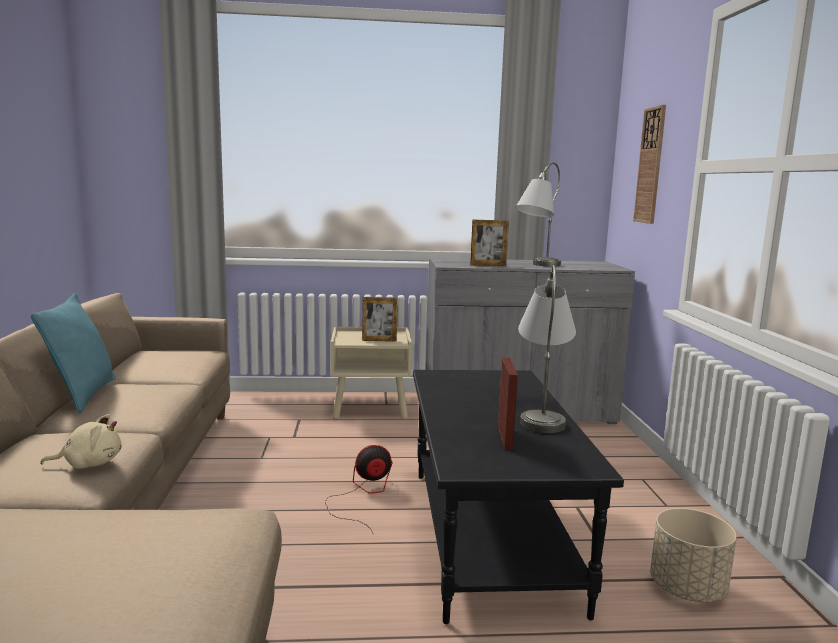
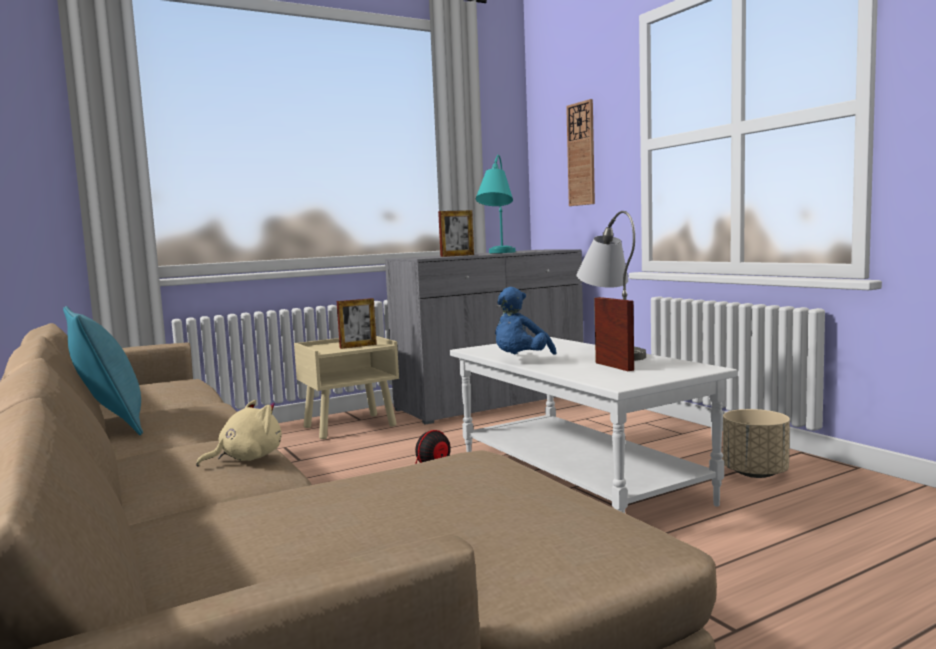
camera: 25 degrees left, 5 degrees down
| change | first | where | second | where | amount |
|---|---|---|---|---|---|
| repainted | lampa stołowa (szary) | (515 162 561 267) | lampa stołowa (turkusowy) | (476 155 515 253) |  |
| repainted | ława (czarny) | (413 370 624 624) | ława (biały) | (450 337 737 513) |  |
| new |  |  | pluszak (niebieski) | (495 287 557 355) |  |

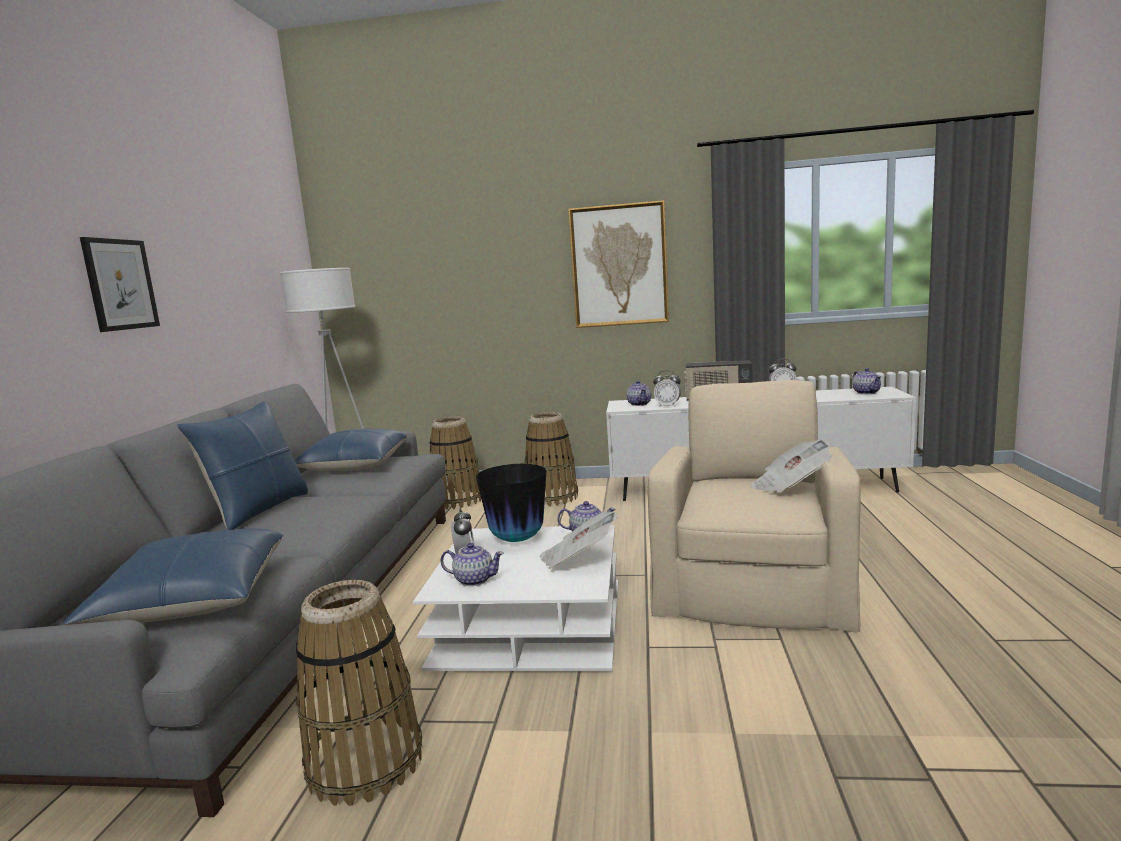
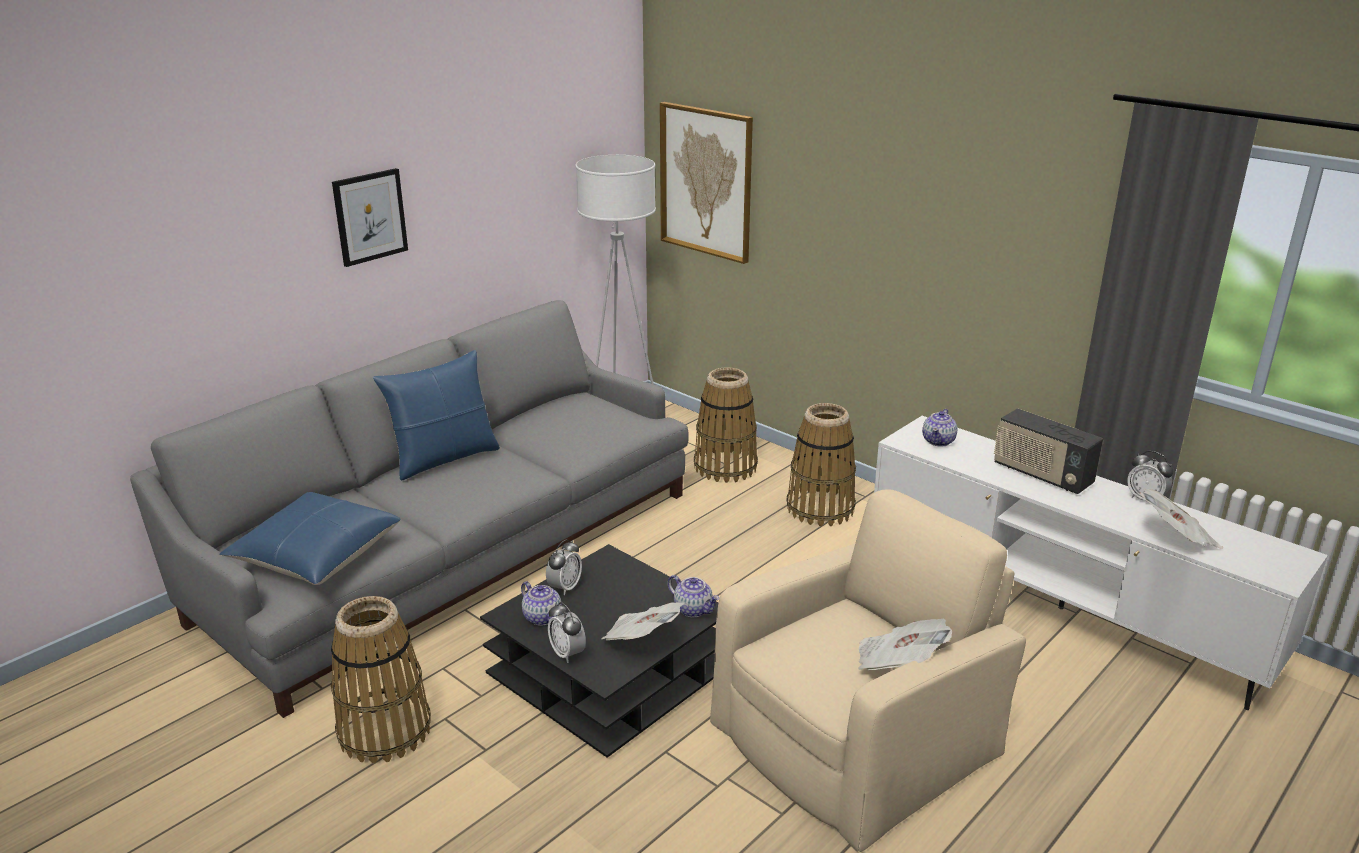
camera: 35 degrees right, 15 degrees up
| change | first | where | second | where | amount |
|---|---|---|---|---|---|
| shifted | obraz | (568 200 669 328) |  | (660 102 753 264) |  |
| gone | imbryk | (853 368 881 394) |  |  |  |
| shifted | budzik | (653 370 681 407) |  | (548 602 586 663) |  |
| gone | poduszka (niebieski) | (295 429 407 471) |  |  |  |
| gone | wazon | (476 464 546 542) |  |  |  |
| repainted | ława (biały) | (413 525 618 671) | ława (czarny) | (480 544 719 758) |  |
| new |  |  | gazeta | (1140 489 1223 549) |  |

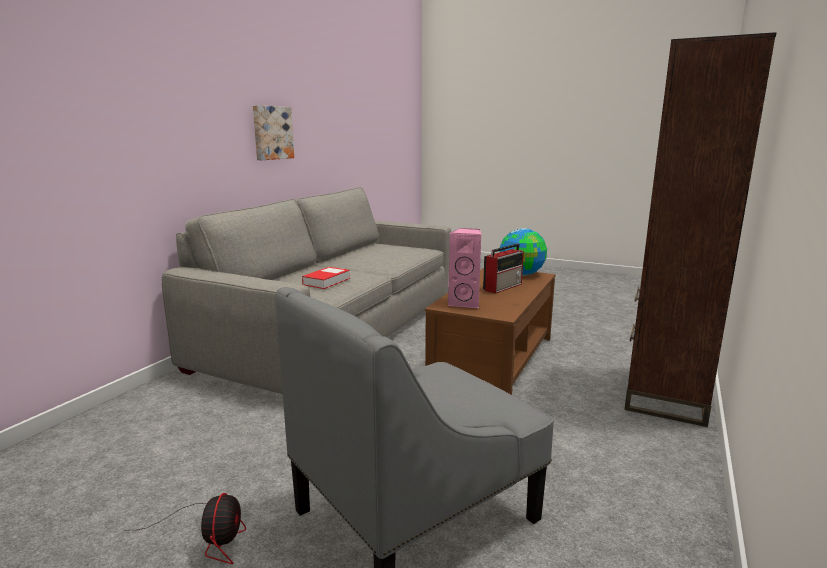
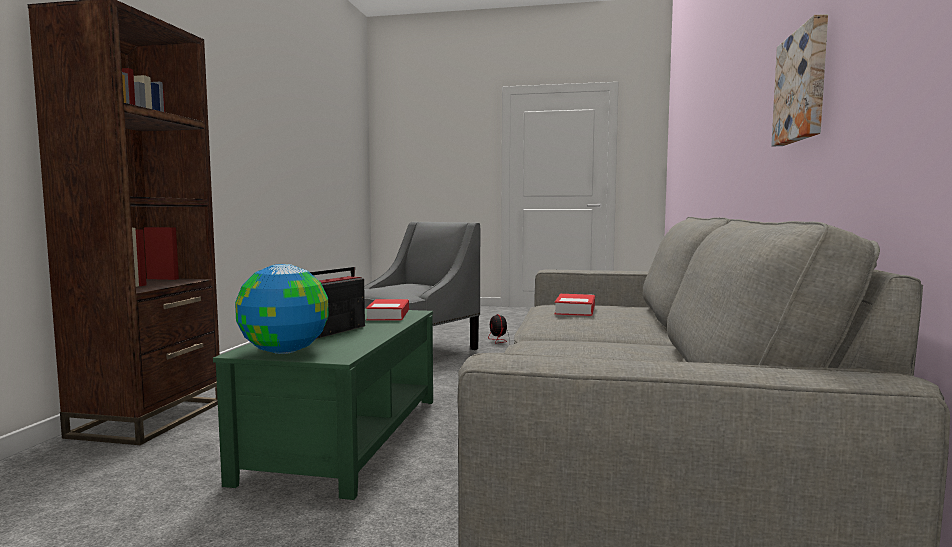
camera: 165 degrees right, 10 degrees down
| change | first | where | second | where | amount |
|---|---|---|---|---|---|
| swapped | głośnik (różowy) | (448 228 482 308) | książka | (366 299 409 320) |  |
| repainted | ława (brązowy) | (425 268 556 395) | ława (zielony) | (213 309 433 500) |  |

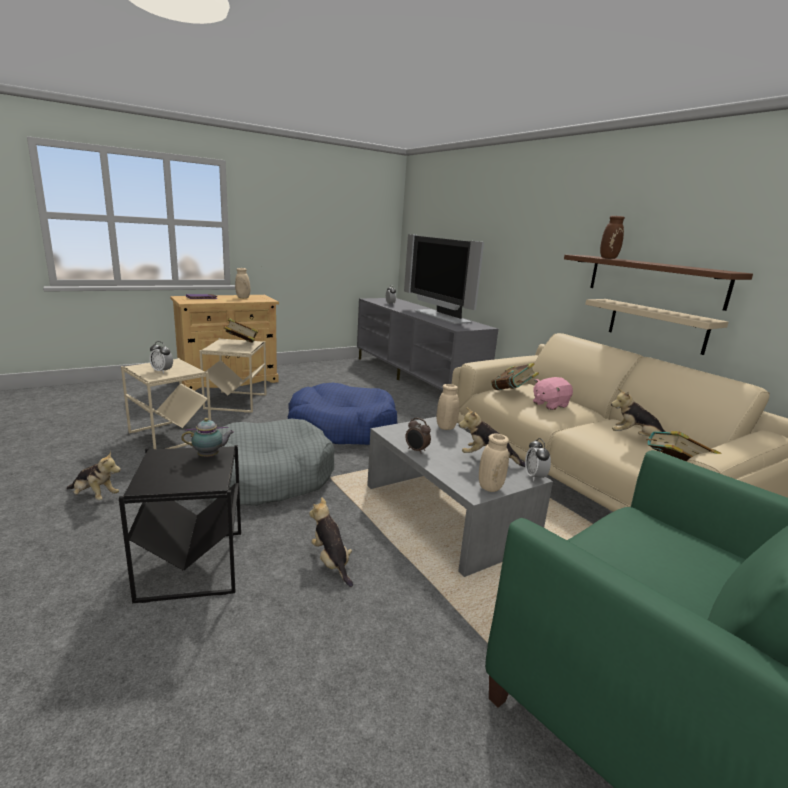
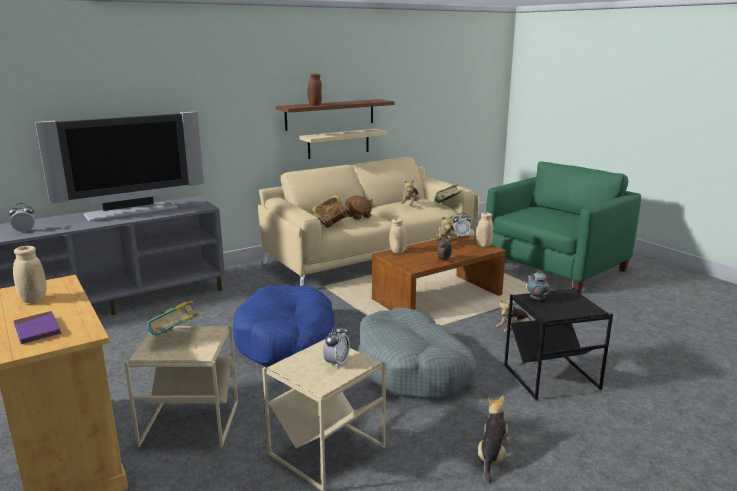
camera: 90 degrees left, 0 degrees up
| change | first | where | second | where | amount |
|---|---|---|---|---|---|
| repainted | pluszak (różowy) | (533 377 573 410) | pluszak (brązowy) | (345 195 373 220) |  |
| repainted | ława (szary) | (367 417 553 577) | ława (brązowy) | (372 235 506 310) |  |

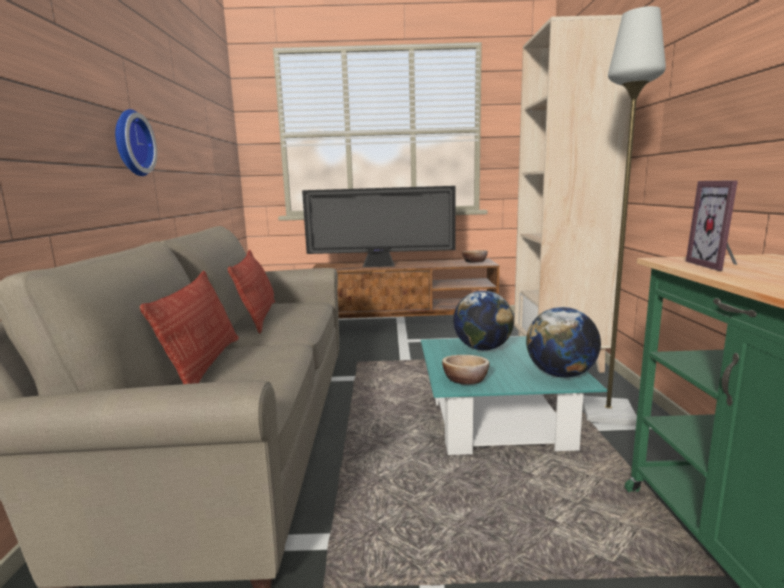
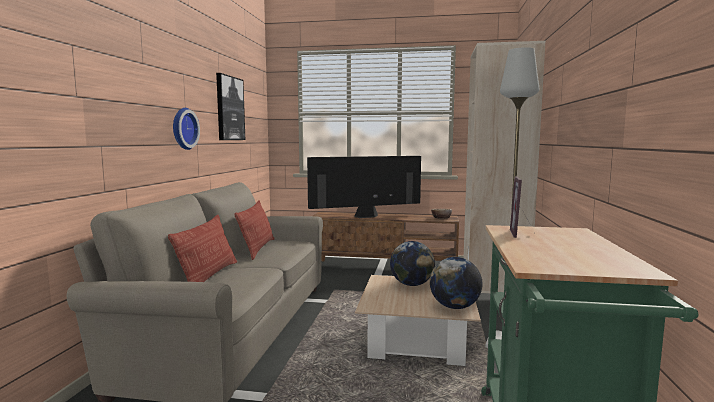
camera: 10 degrees right, 5 degrees down
| change | first | where | second | where | amount |
|---|---|---|---|---|---|
| rotated | telewizor | (302 186 455 267) |  | (307 156 421 218) | 150 degrees clockwise |
| repainted | ława (turkusowy) | (421 336 607 455) | ława (beżowy) | (355 275 481 366) |  |
| gone | miska | (442 355 490 385) |  |  |  |
| new |  |  | obraz | (216 73 245 140) |  |

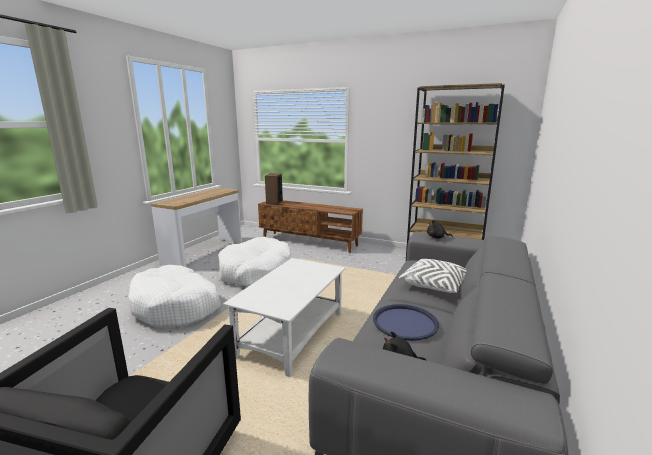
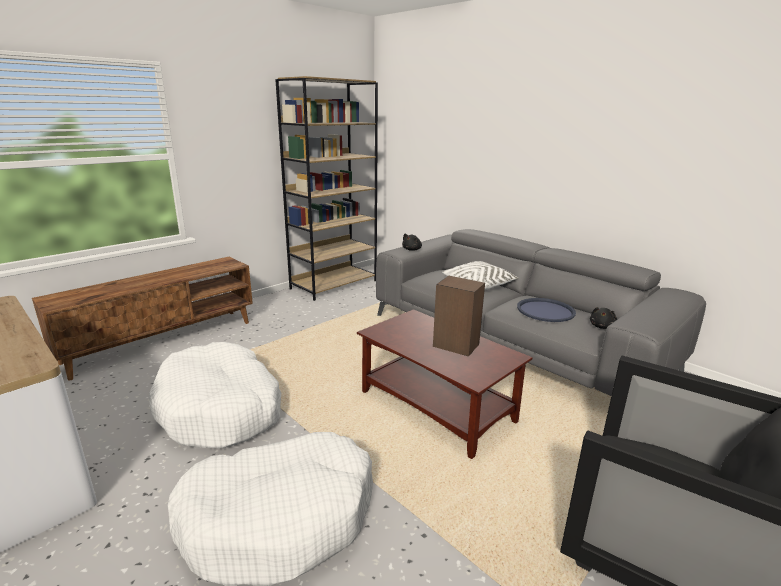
camera: 70 degrees left, 5 degrees up
| change | first | where | second | where | amount |
|---|---|---|---|---|---|
| shifted | głośnik | (265 174 283 205) |  | (433 276 485 357) |  |
| repainted | ława (biały) | (223 258 345 377) | ława (brązowy) | (357 309 533 459) |  |

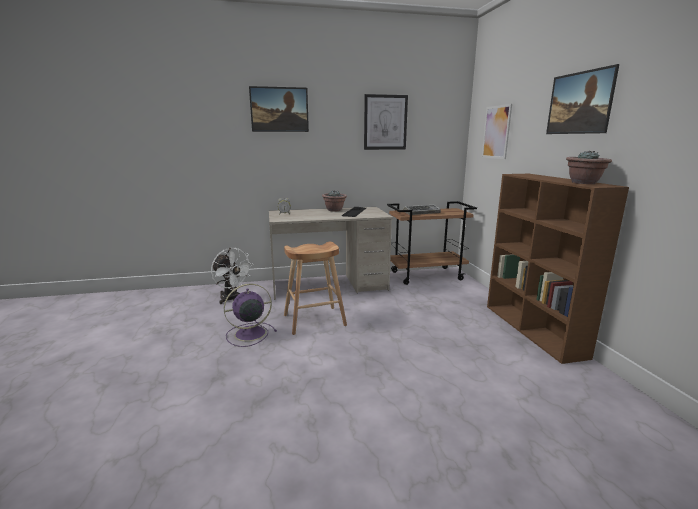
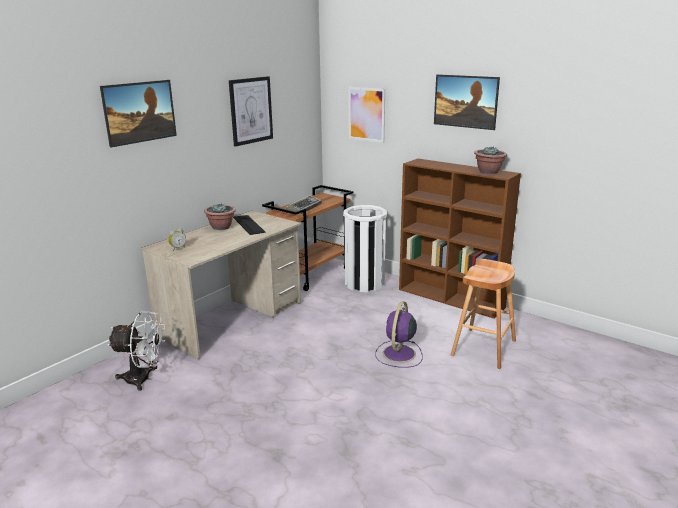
camera: 40 degrees left, 5 degrees up
| change | first | where | second | where | amount |
|---|---|---|---|---|---|
| shifted | stołek (brązowy) | (284 242 347 335) |  | (451 259 516 369) |  |
| shifted | wentylator (fioletowy) | (224 284 277 347) |  | (375 301 423 368) |  |
| new |  |  | kosz na śmieci (biały) | (343 205 387 292) |  |

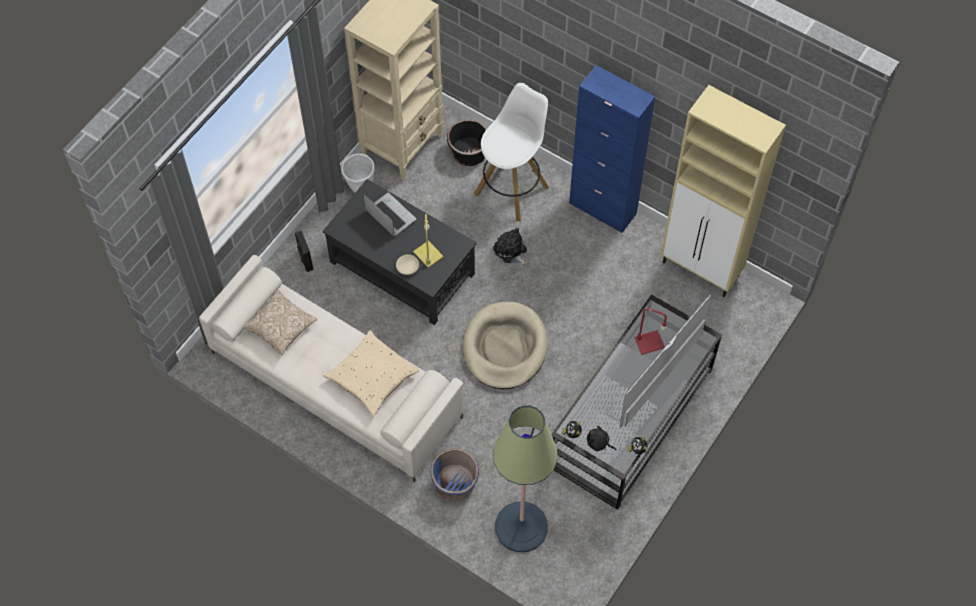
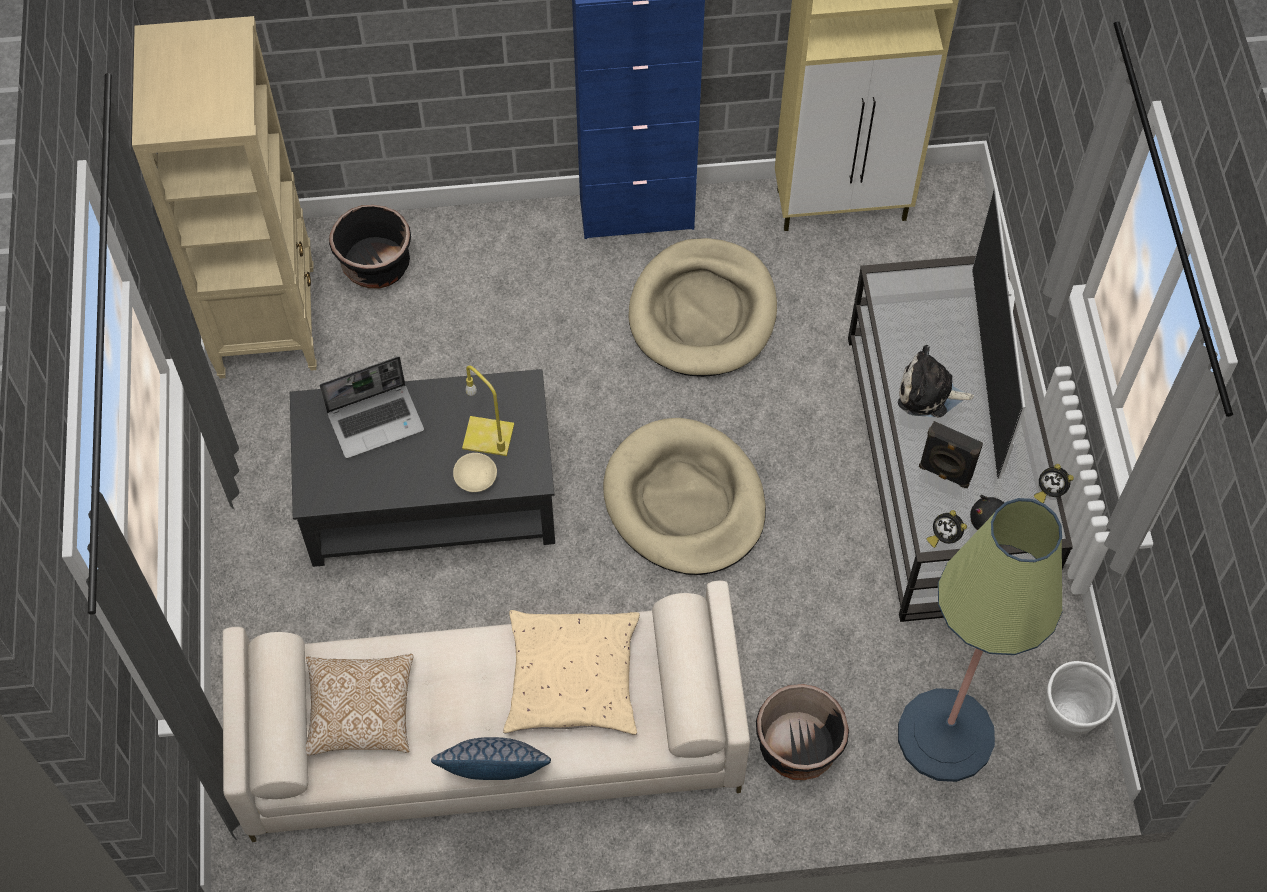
camera: 40 degrees left, 0 degrees up
| change | first | where | second | where | amount |
|---|---|---|---|---|---|
| gone | stołek (biały) | (474 83 549 222) |  |  |  |
| shifted | donica (biały) | (342 153 375 192) |  | (1045 661 1116 737) |  |
| rotated | laptop | (363 193 416 237) |  | (320 356 424 459) | 150 degrees clockwise |
| shifted | pluszak | (493 228 527 265) |  | (898 345 974 418) |  |
| shifted | głośnik (czarny) | (295 231 314 272) |  | (919 421 983 488) |  |
| gone | lampa stołowa (czerwony) | (634 308 667 355) |  |  |  |
| repainted | donica (niebieski) | (431 449 479 500) | donica (czarny) | (756 684 849 780) |  |
| new |  |  | legowisko (beżowy) | (628 238 777 377) |  |
| new |  |  | poduszka | (431 737 551 780) |  |

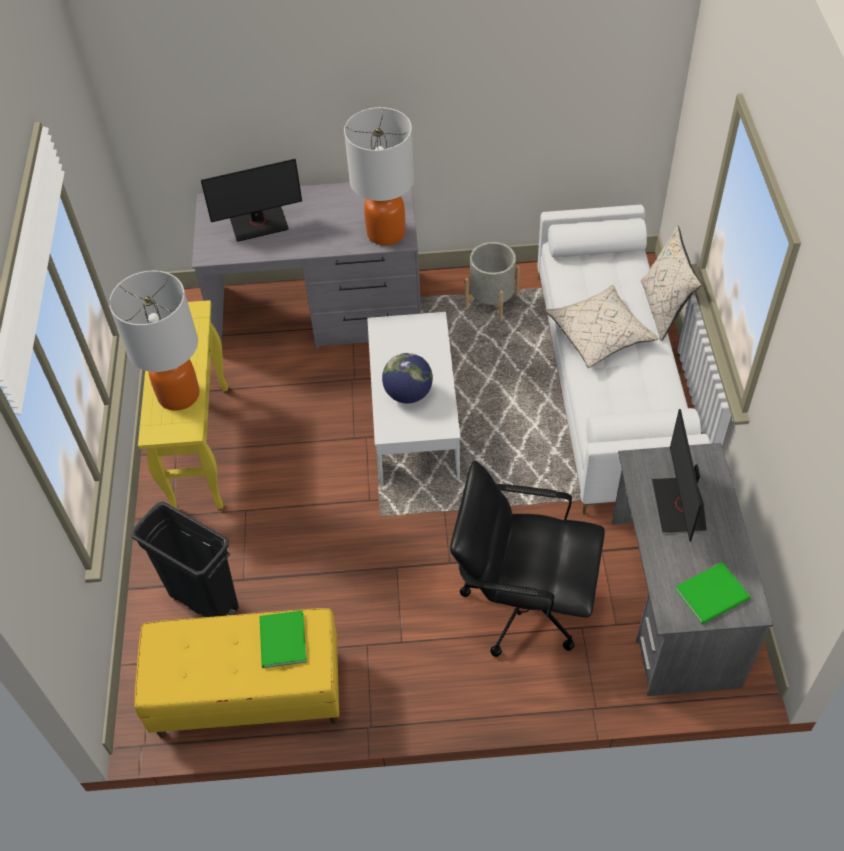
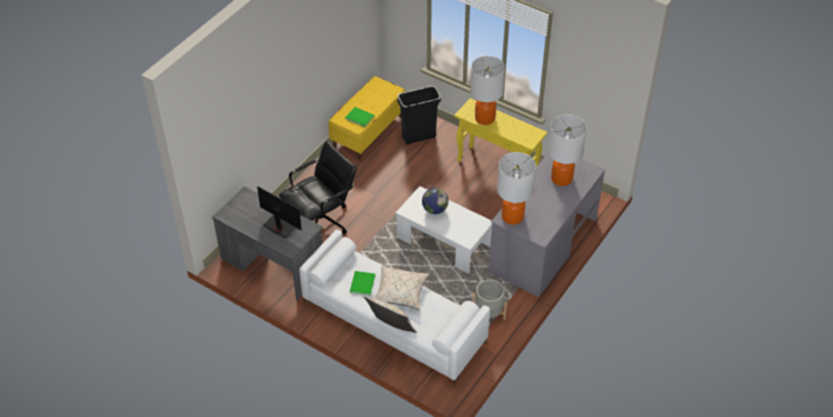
camera: 125 degrees right, 5 degrees down
| change | first | where | second | where | amount |
|---|---|---|---|---|---|
| swapped | monitor | (201 159 302 242) | lampa stołowa | (548 115 587 186) |  |
| shifted | książka (zielony) | (675 562 750 624) |  | (350 271 375 296) |  |

